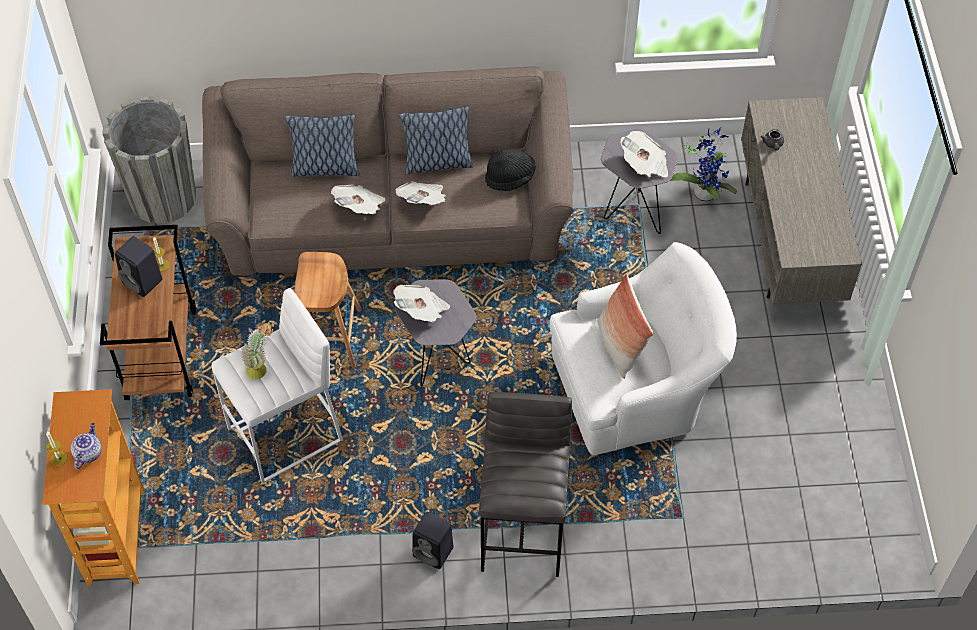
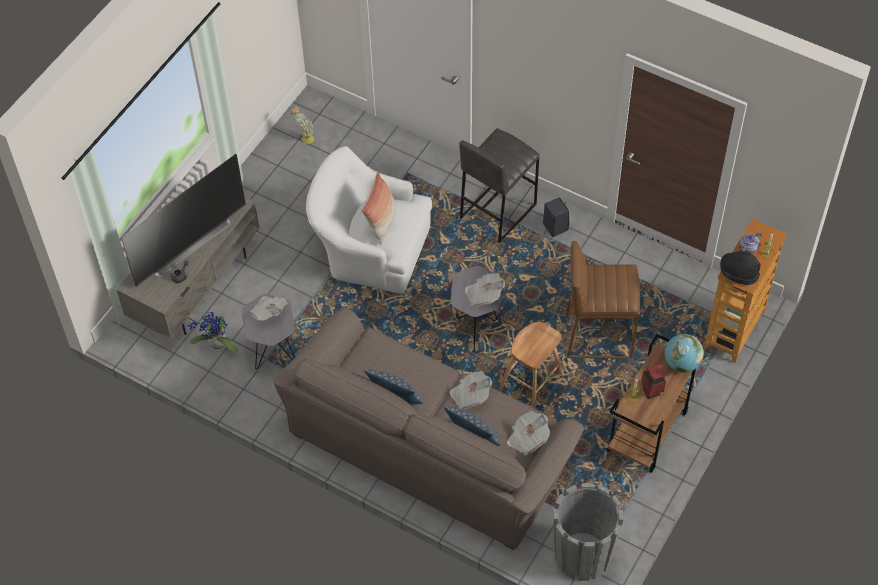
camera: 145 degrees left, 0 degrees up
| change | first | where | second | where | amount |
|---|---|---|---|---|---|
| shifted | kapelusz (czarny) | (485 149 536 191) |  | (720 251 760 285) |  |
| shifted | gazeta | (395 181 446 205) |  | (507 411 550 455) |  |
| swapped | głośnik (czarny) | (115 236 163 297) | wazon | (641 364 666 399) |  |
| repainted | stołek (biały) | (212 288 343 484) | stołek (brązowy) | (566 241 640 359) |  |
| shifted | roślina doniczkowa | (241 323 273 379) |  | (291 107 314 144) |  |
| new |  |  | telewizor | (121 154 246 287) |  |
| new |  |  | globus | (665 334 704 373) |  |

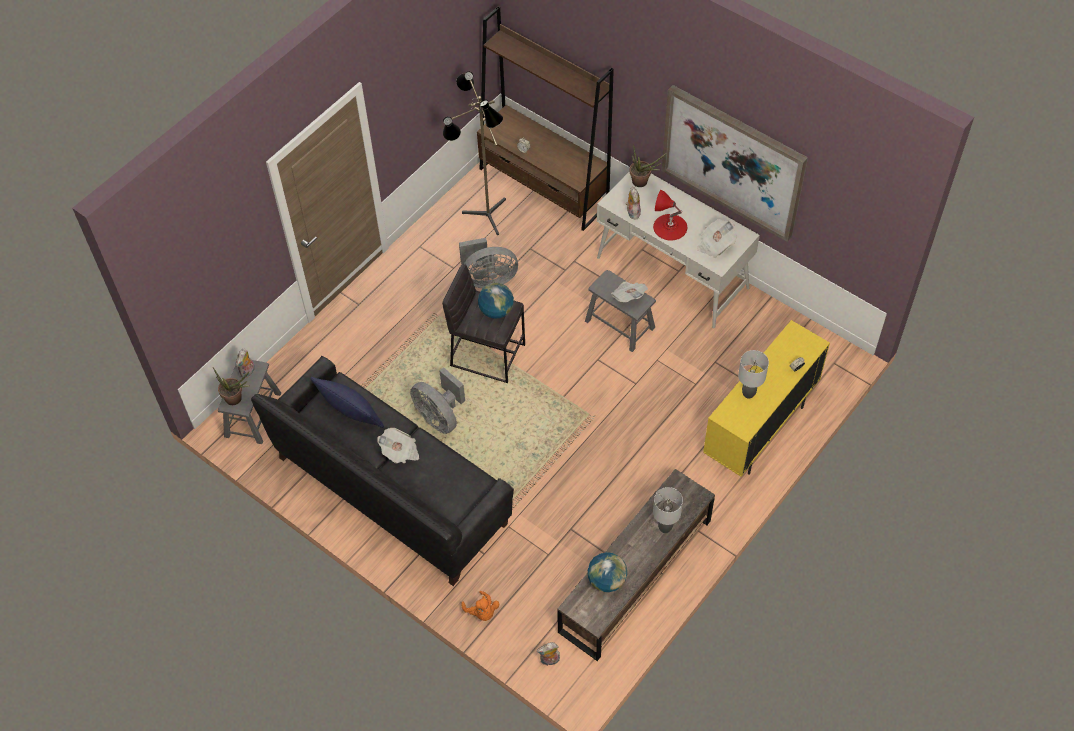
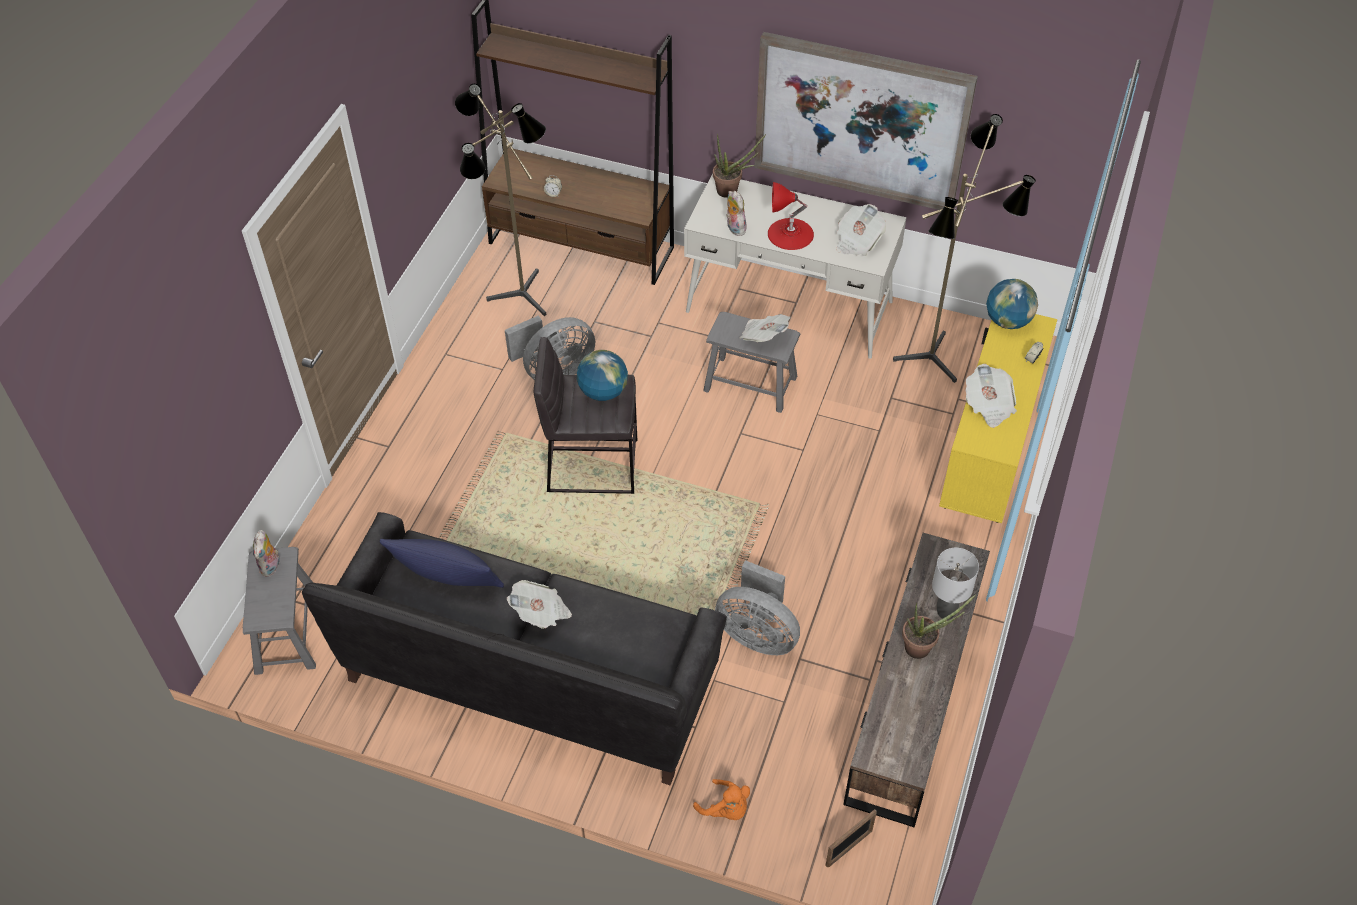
camera: 20 degrees left, 5 degrees down
| change | first | where | second | where | amount |
|---|---|---|---|---|---|
| swapped | lampa stołowa (szary) | (738 350 769 399) | gazeta | (966 364 1017 428) |  |
| shifted | wentylator (szary) | (410 367 465 434) |  | (715 560 800 655) |  |
| shifted | roślina doniczkowa | (213 368 249 405) |  | (902 594 976 659) |  |
| shifted | globus | (588 552 627 592) |  | (986 279 1038 329) |  |
| swapped | pluszak | (537 642 560 666) | ramka na zdjęcie | (825 809 877 868) |  |
| new |  |  | lampa stojąca | (893 114 1036 383) |  |

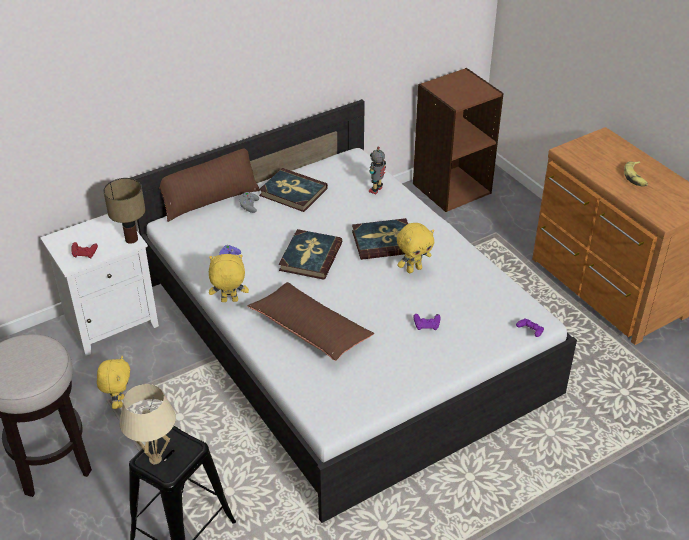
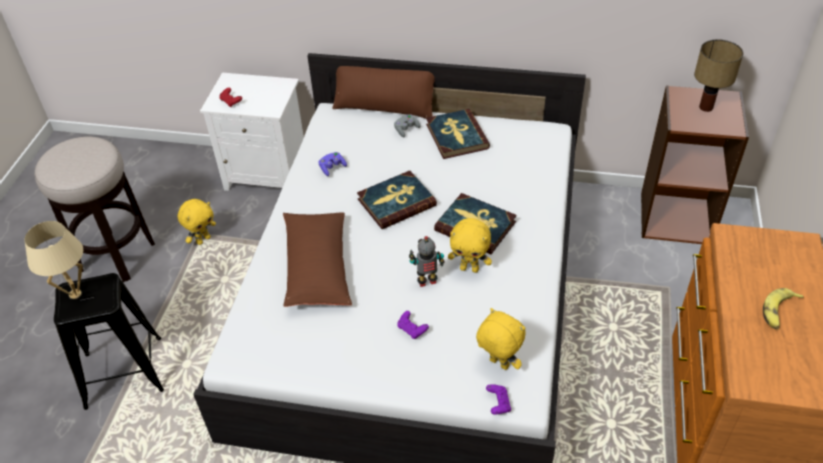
camera: 45 degrees right, 5 degrees up
| change | first | where | second | where | amount |
|---|---|---|---|---|---|
| shifted | robot zabawkowy | (369 147 386 194) |  | (409 236 445 287) |  |
| shifted | lampa stołowa | (103 178 145 244) |  | (694 39 743 112) |  |
| shifted | pluszak (żółty) | (209 254 249 302) |  | (476 308 526 370) |  |

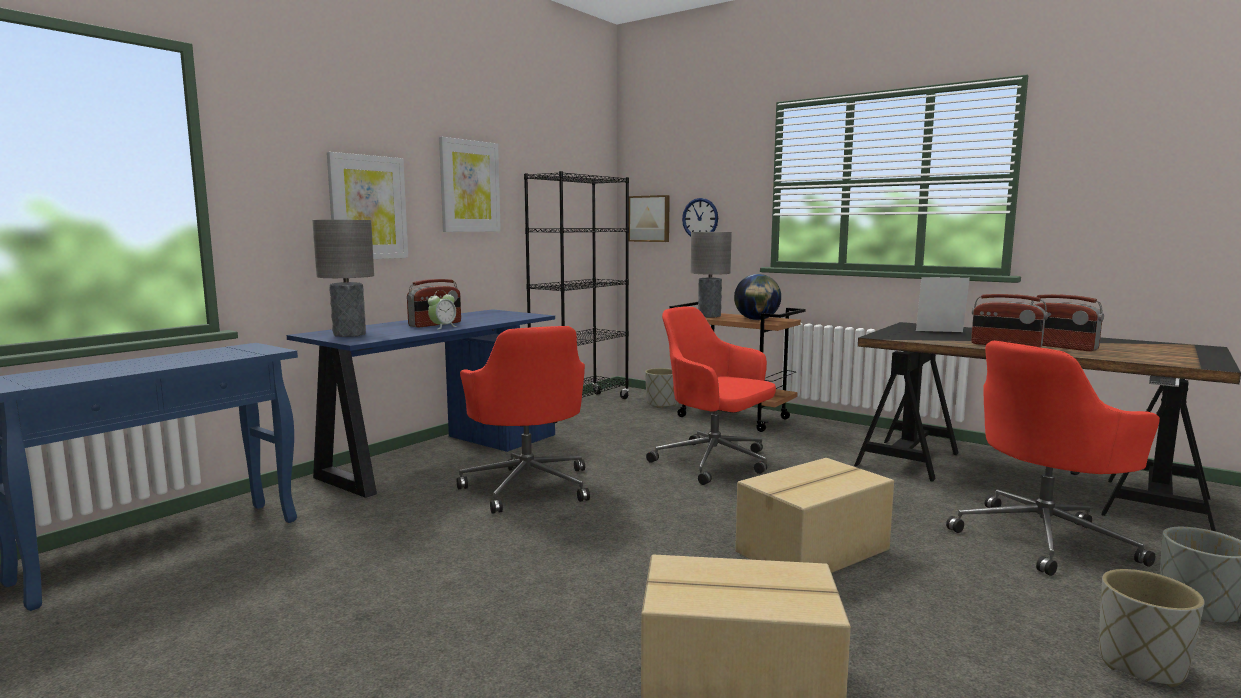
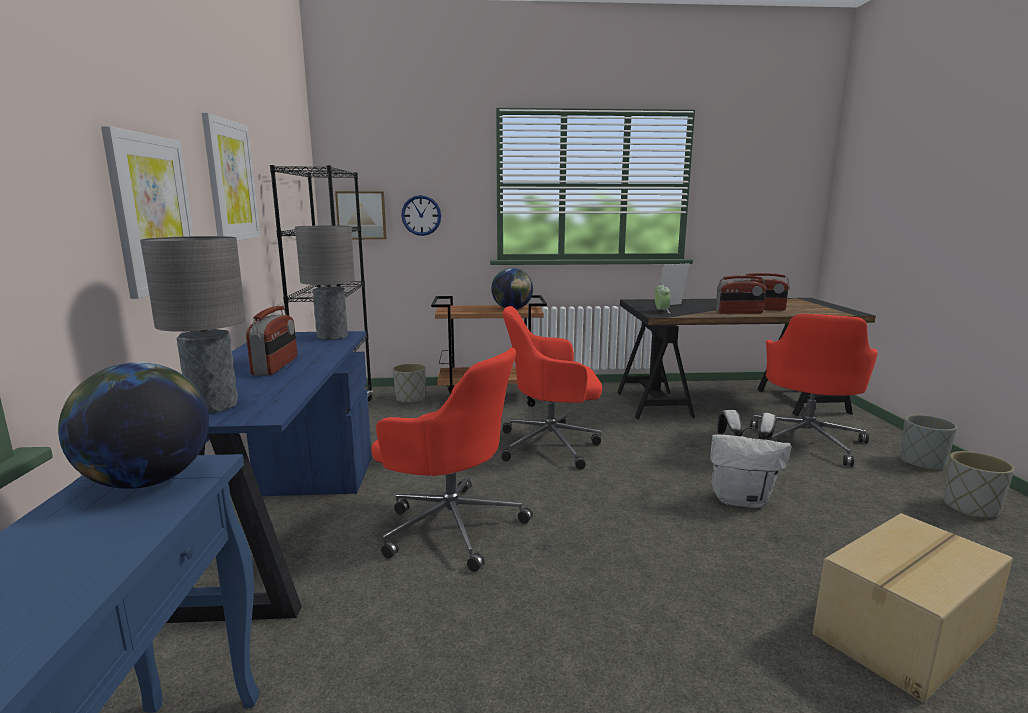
camera: 40 degrees left, 5 degrees up
| change | first | where | second | where | amount |
|---|---|---|---|---|---|
| shifted | lampa stołowa (szary) | (691 232 732 317) |  | (295 225 355 340) |  |
| shifted | budzik | (428 290 457 329) |  | (655 282 671 313) |  |
| swapped | karton | (735 458 894 573) | plecak (biały) | (710 410 791 508) |  |
| new |  |  | globus | (58 362 209 489) |  |

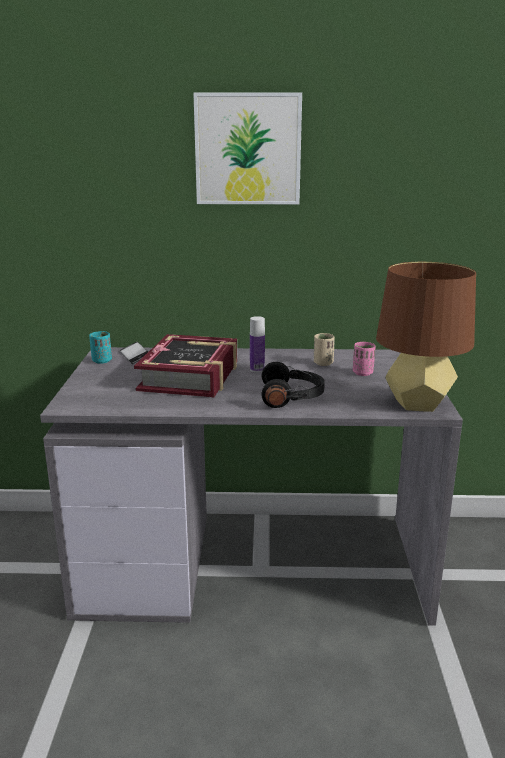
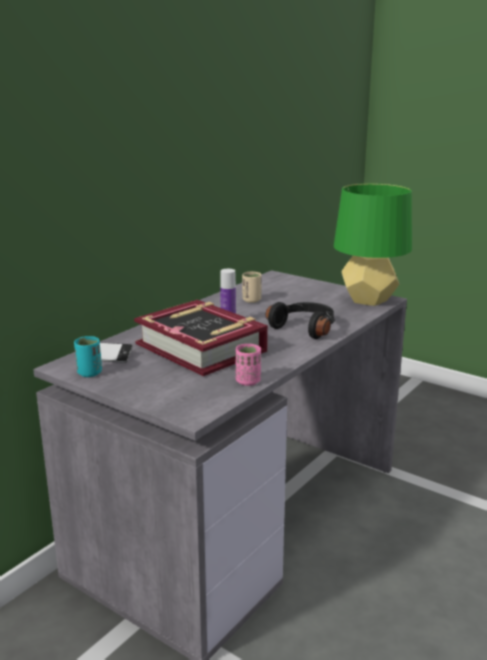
camera: 55 degrees left, 0 degrees up
| change | first | where | second | where | amount |
|---|---|---|---|---|---|
| gone | obraz | (193 93 302 204) |  |  |  |
| repainted | lampa stołowa (brązowy) | (376 262 476 412) | lampa stołowa (zielony) | (334 183 412 306) |  |
| shifted | filiżanka (różowy) | (353 342 376 376) |  | (235 344 261 386) |  |

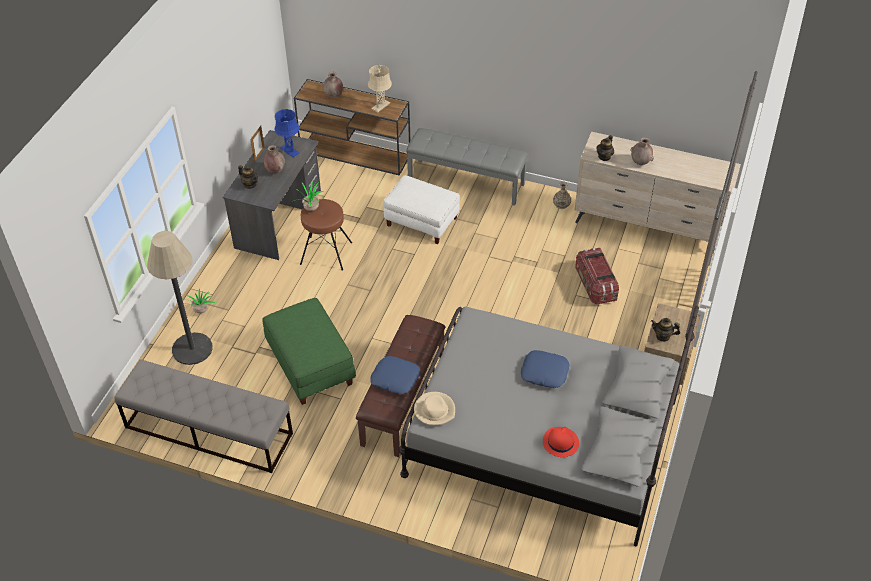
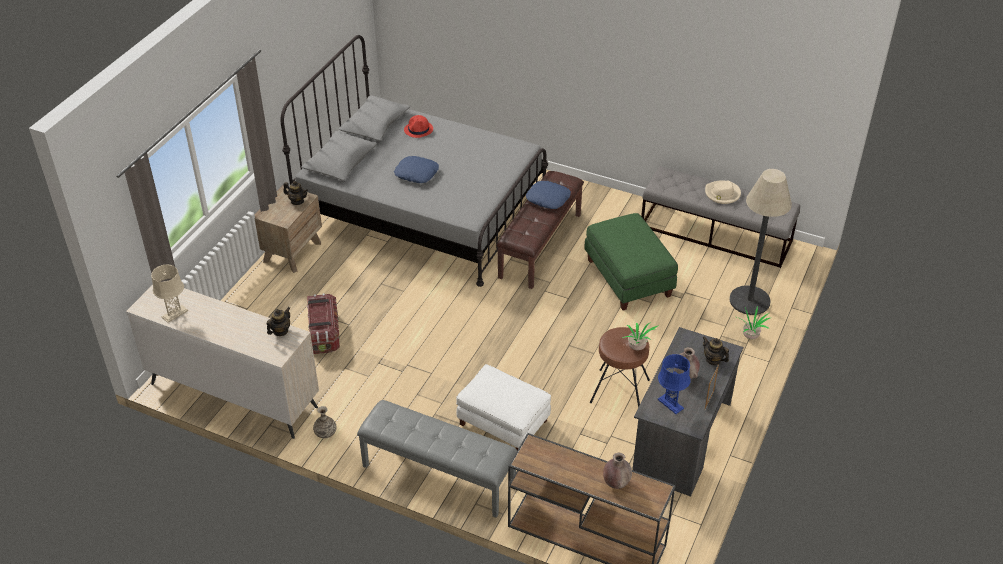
camera: 175 degrees left, 5 degrees down
| change | first | where | second | where | amount |
|---|---|---|---|---|---|
| shifted | lampa stołowa (beżowy) | (368 65 392 112) |  | (151 264 188 323) |  |
| gone | wazon (brązowy) | (630 137 654 165) |  |  |  |
| shifted | kapelusz (beżowy) | (414 392 455 426) |  | (705 180 741 204) |  |

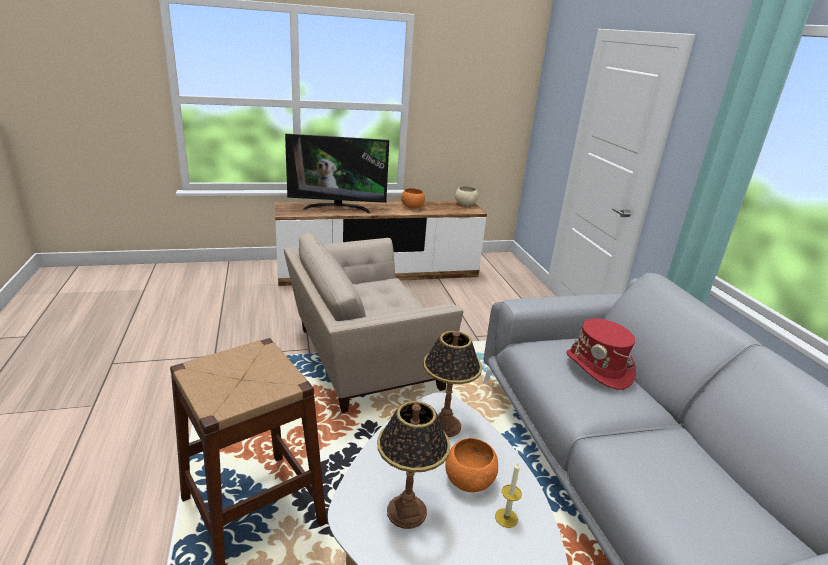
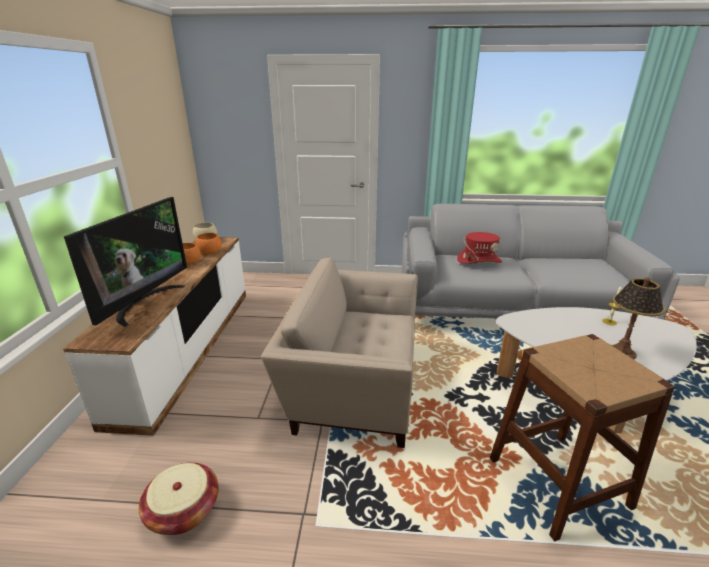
camera: 70 degrees left, 0 degrees up
| change | first | where | second | where | amount |
|---|---|---|---|---|---|
| rotated | fotel (beżowy) | (284 233 463 413) |  | (261 258 418 448) | 105 degrees clockwise |
| gone | lampa stołowa | (423 331 482 437) |  |  |  |
| shifted | miska (pomarańczowy) | (445 438 498 492) |  | (195 233 221 254) |  |
| new |  |  | koszyk | (139 462 219 535) |  |

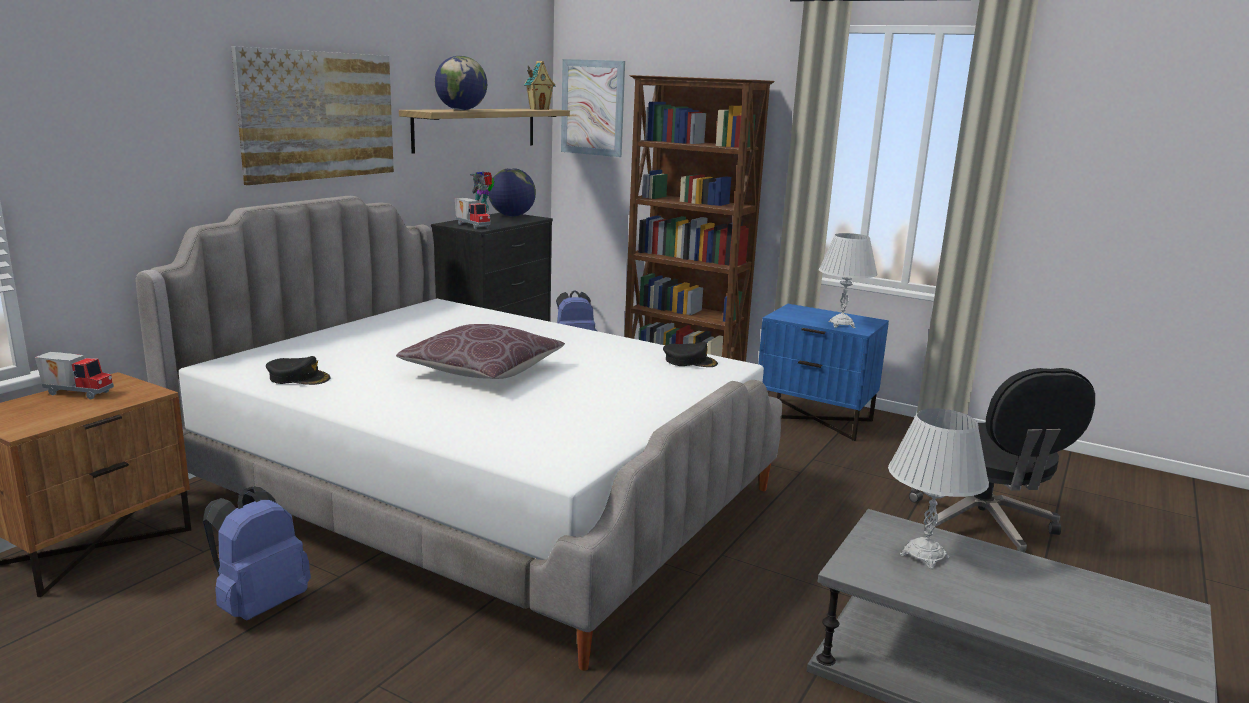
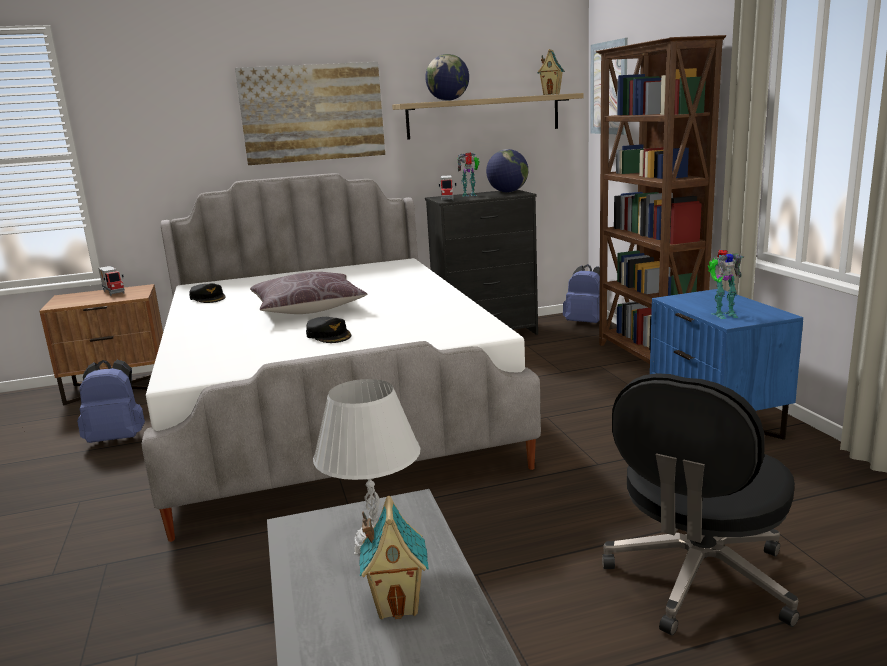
camera: 45 degrees right, 0 degrees up
| change | first | where | second | where | amount |
|---|---|---|---|---|---|
| swapped | lampa stołowa (biały) | (819 233 878 328) | robot zabawkowy | (708 250 744 319) |  |
| shifted | czapka z daszkiem (czarny) | (663 342 718 367) |  | (306 317 351 343) |  |
| new |  |  | domek | (359 496 429 620) |  |

